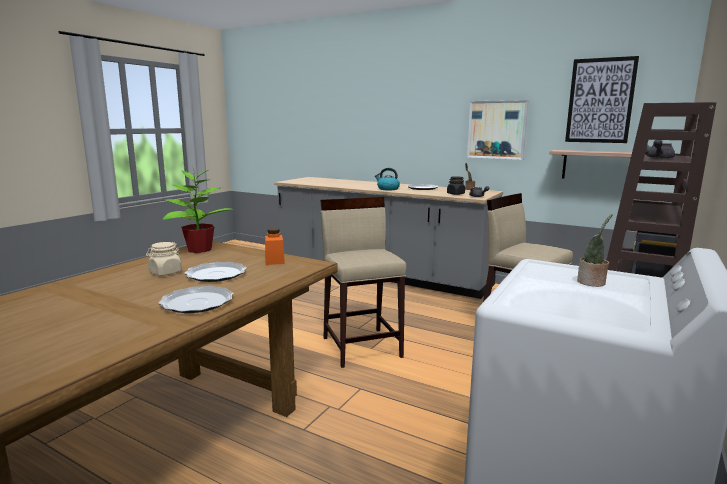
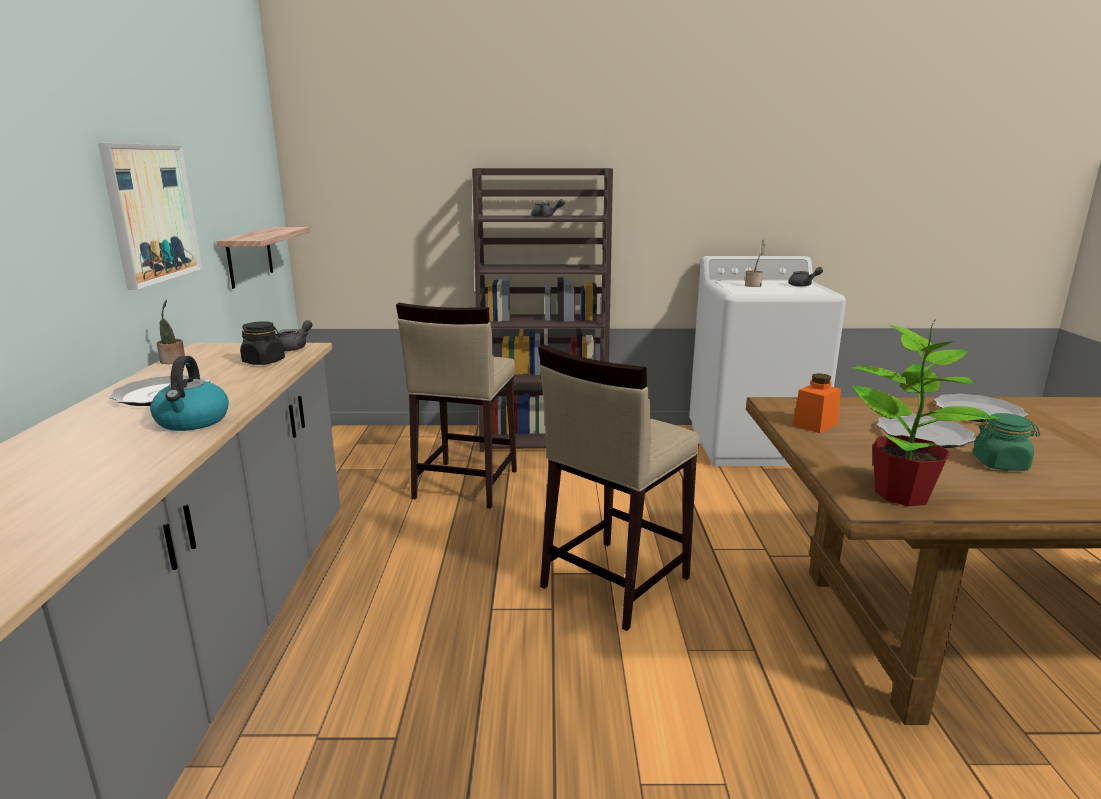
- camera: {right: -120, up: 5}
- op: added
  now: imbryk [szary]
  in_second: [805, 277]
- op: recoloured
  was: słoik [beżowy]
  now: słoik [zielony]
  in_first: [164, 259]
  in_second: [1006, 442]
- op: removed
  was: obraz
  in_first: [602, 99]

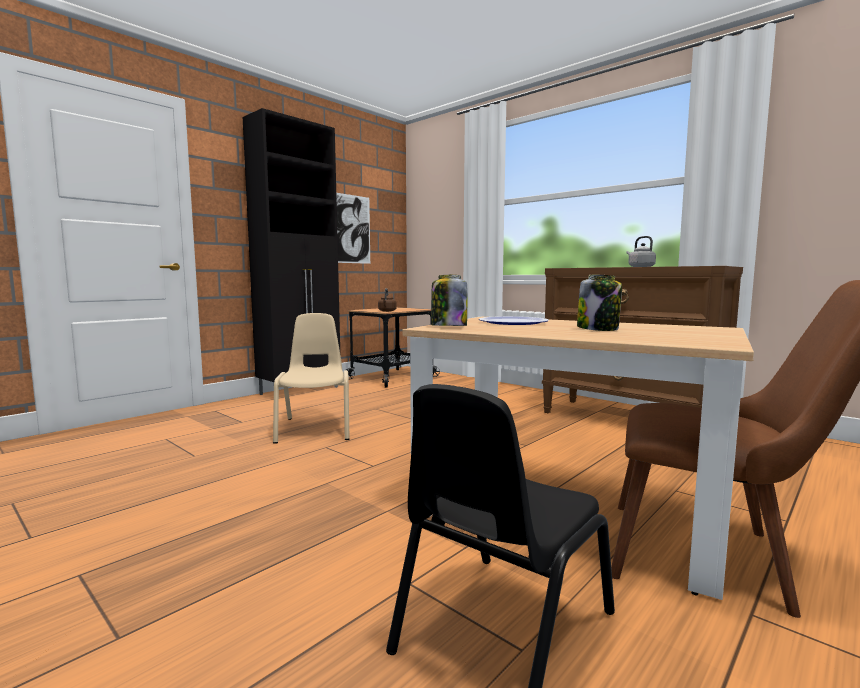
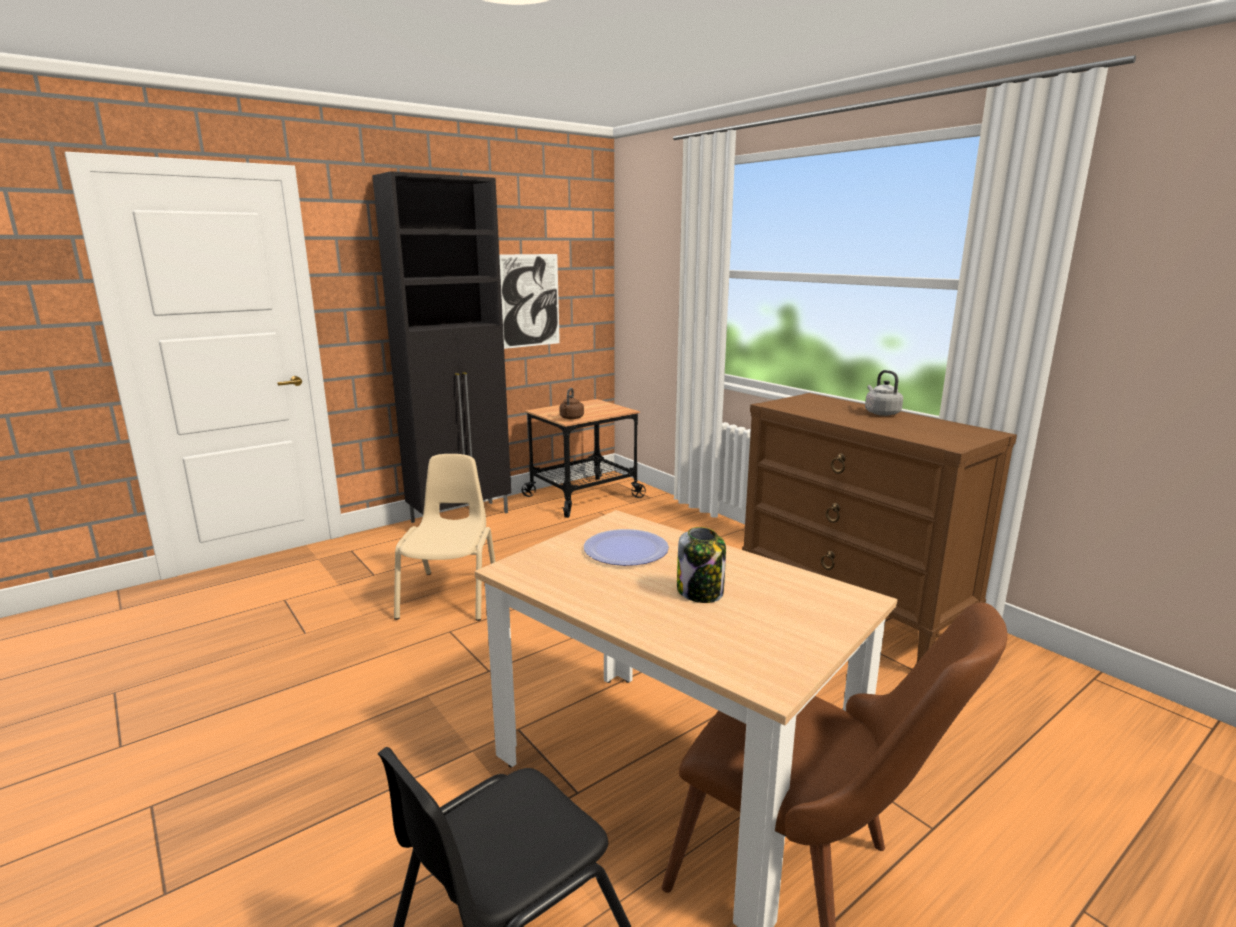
- camera: {right: 10, up: 10}
- op: removed
  was: słoik
  in_first: [449, 300]

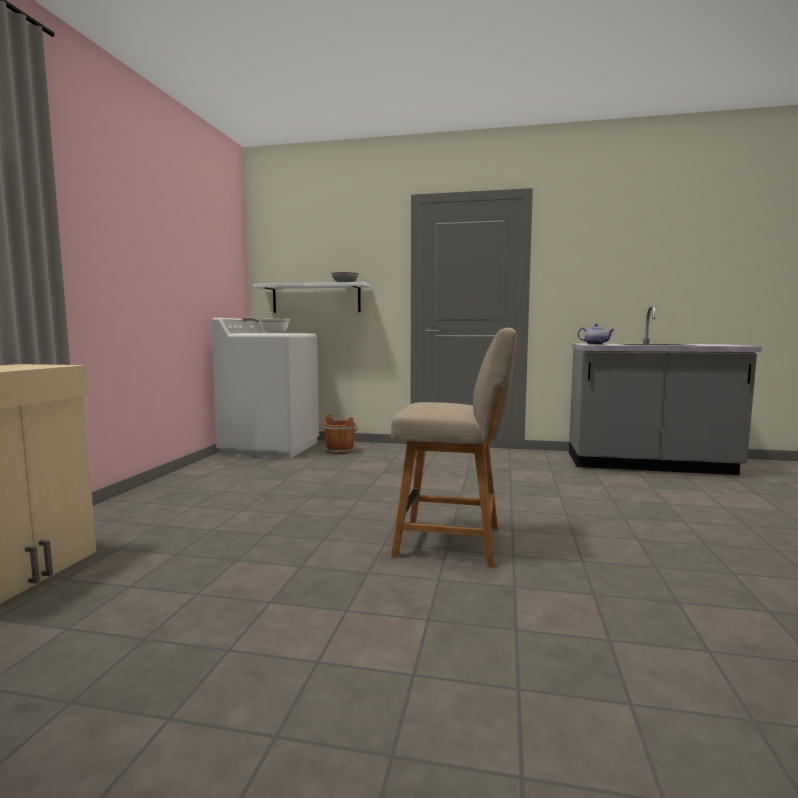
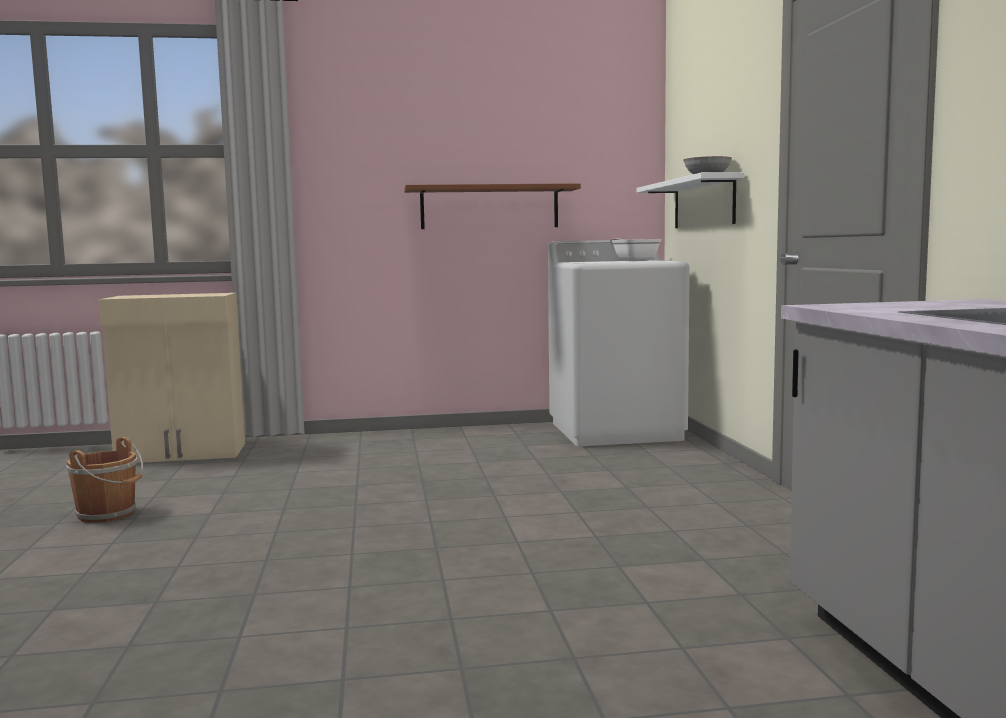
- camera: {right: 70, up: 0}
- op: moved
  was: wiadro [brązowy]
  in_first: [340, 434]
  in_second: [104, 480]
- op: added
  now: półka [brązowy]
  in_second: [492, 206]
- op: removed
  was: krzesło [beżowy]
  in_first: [454, 448]
- op: removed
  was: imbryk
  in_first: [596, 334]

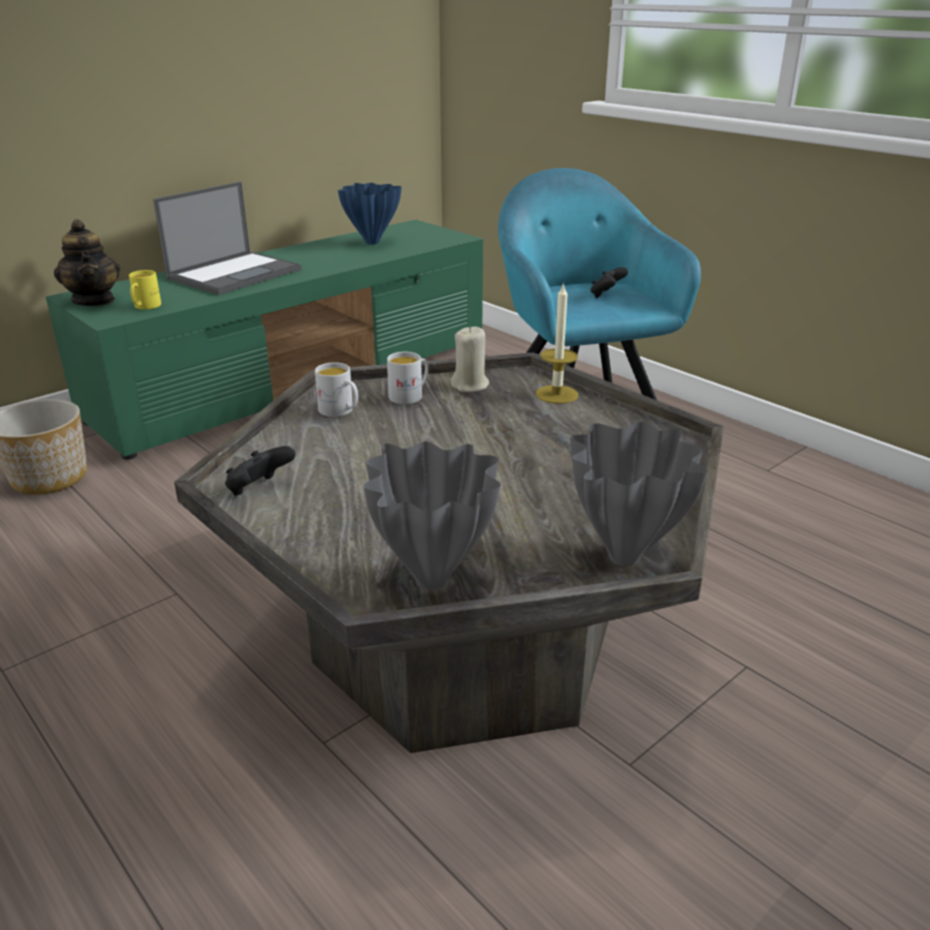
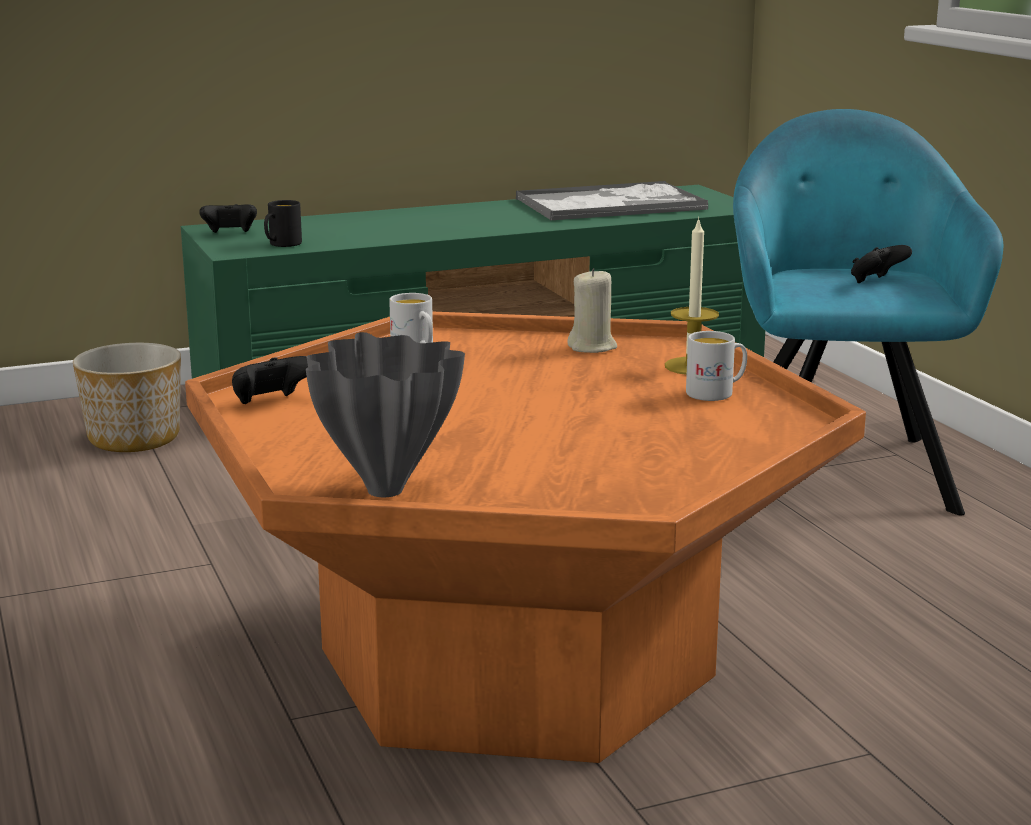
- camera: {right: 20, up: -10}
- op: recoloured
  was: ława [szary]
  now: ława [pomarańczowy]
  in_first: [449, 553]
  in_second: [525, 537]
- op: replaced
  was: imbryk
  now: pad do gier [czarny]
  in_first: [87, 262]
  in_second: [228, 218]
- op: recoloured
  was: kubek [żółty]
  now: kubek [czarny]
  in_first: [145, 290]
  in_second: [283, 223]
- op: replaced
  was: wazon [niebieski]
  now: taca
  in_first: [370, 214]
  in_second: [612, 201]
- op: moved
  was: kubek [biały]
  in_first: [408, 378]
  in_second: [716, 366]
- op: removed
  was: laptop
  in_first: [227, 238]
- op: removed
  was: wazon [szary]
  in_first: [639, 494]

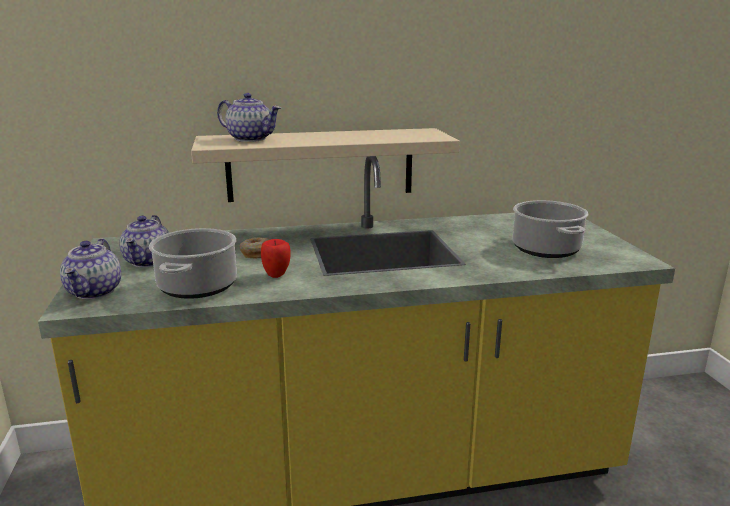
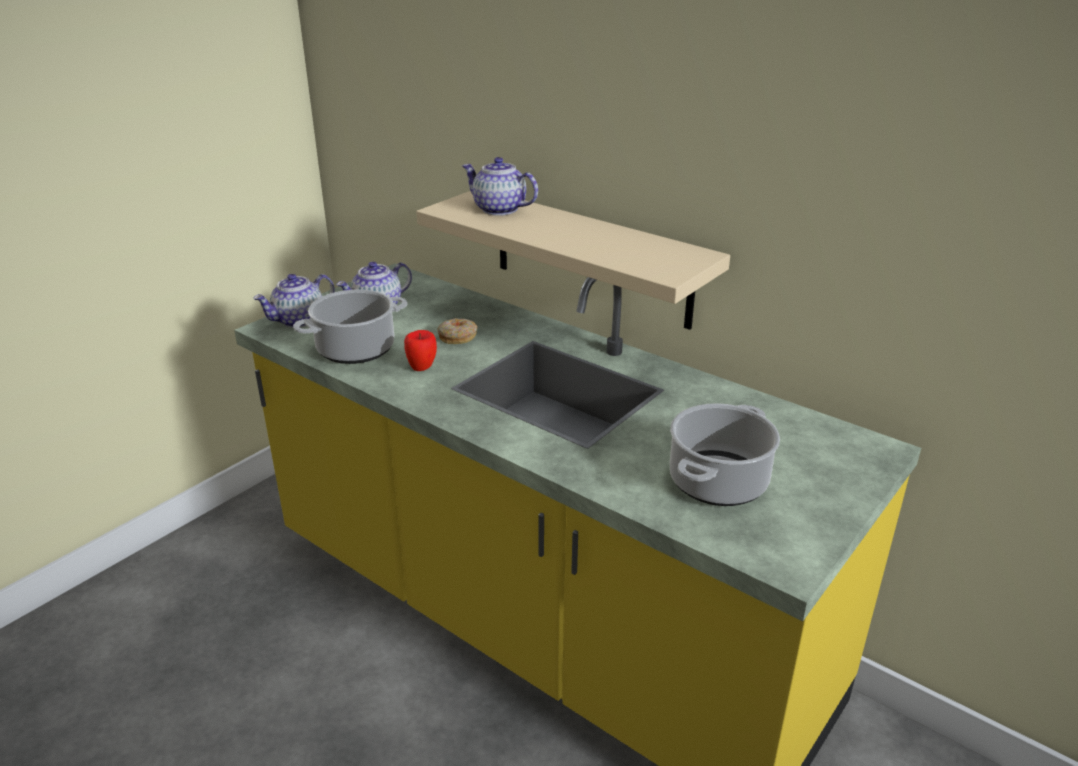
- camera: {right: 50, up: 10}
- op: turned
  was: imbryk
  in_first: [249, 117]
  in_second: [500, 186]
  clockwise: 135

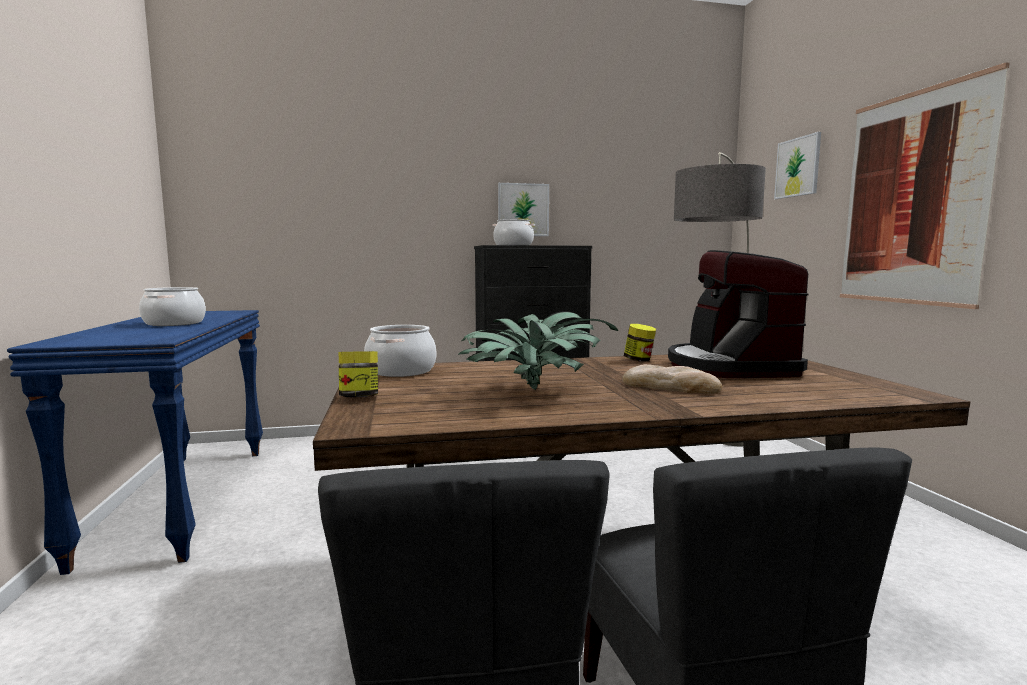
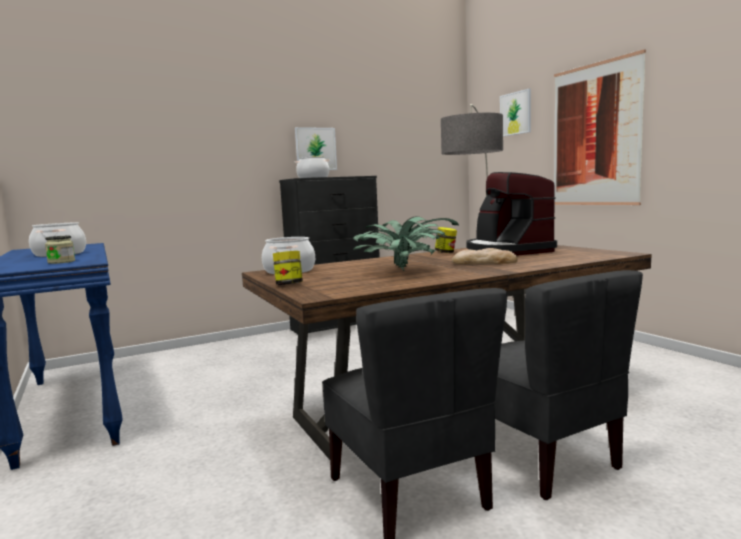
- camera: {right: -15, up: 0}
- op: added
  now: słoik
  in_second: [60, 250]

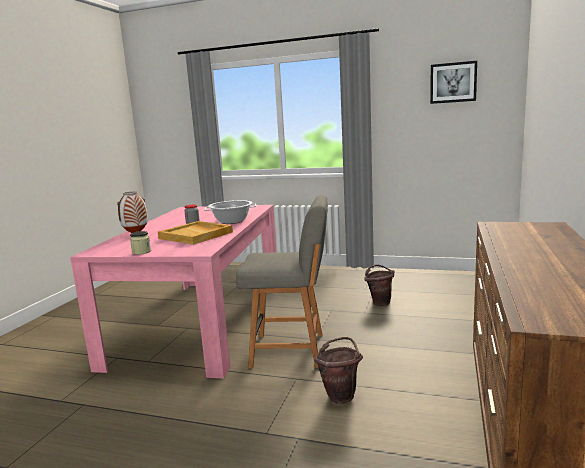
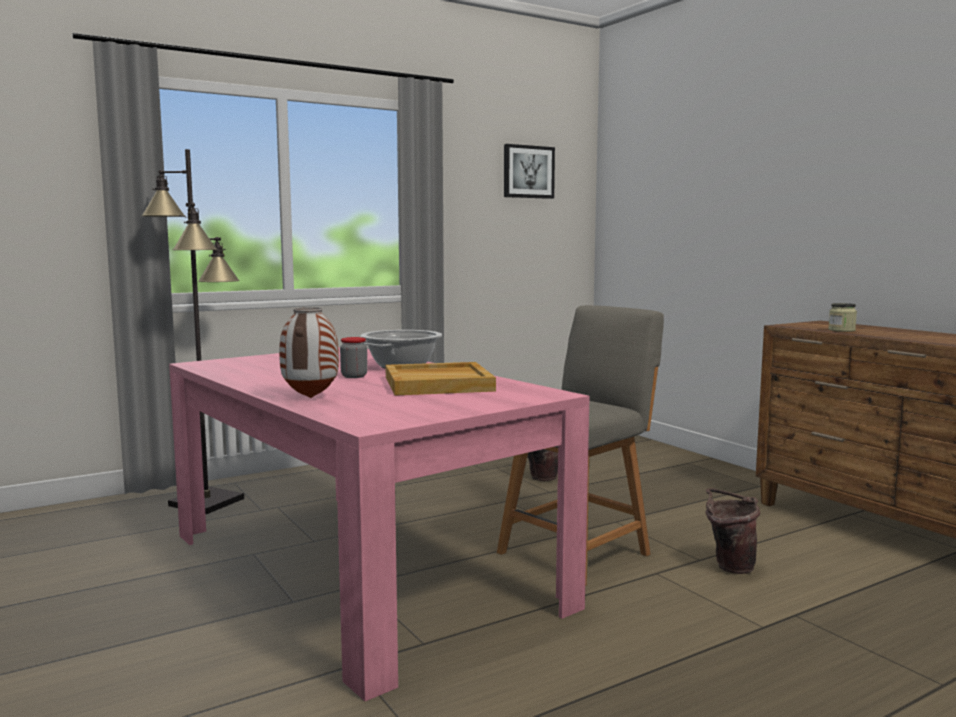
- camera: {right: -50, up: -5}
- op: added
  now: lampa stojąca [czarny]
  in_second: [192, 331]
- op: moved
  was: słoik
  in_first: [140, 243]
  in_second: [842, 317]

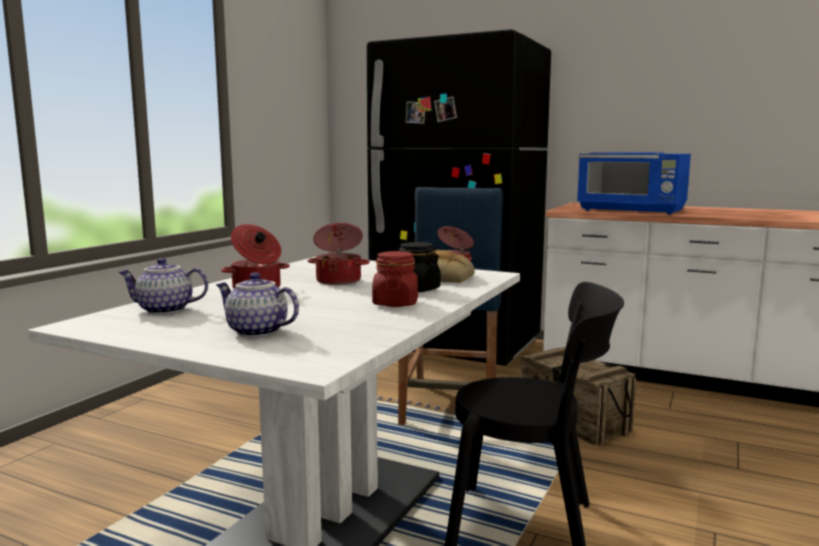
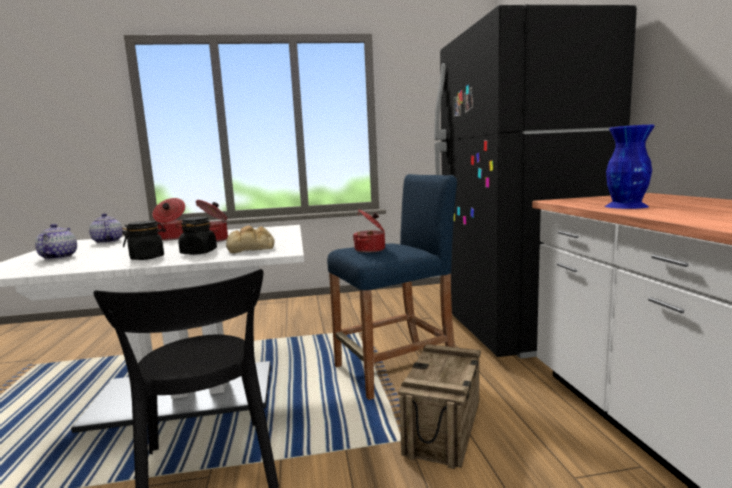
- camera: {right: 55, up: 0}
- op: recoloured
  was: słoik [czerwony]
  now: słoik [czarny]
  in_first: [395, 279]
  in_second: [144, 240]
- op: replaced
  was: mikrofalówka [niebieski]
  now: wazon [niebieski]
  in_first: [634, 183]
  in_second: [629, 167]

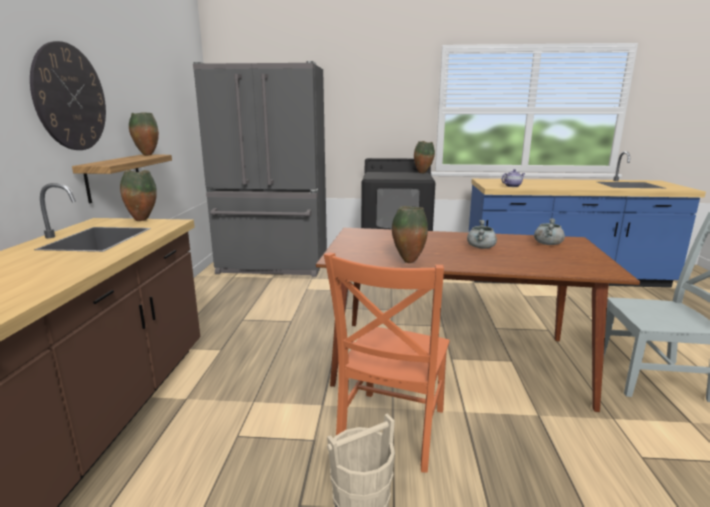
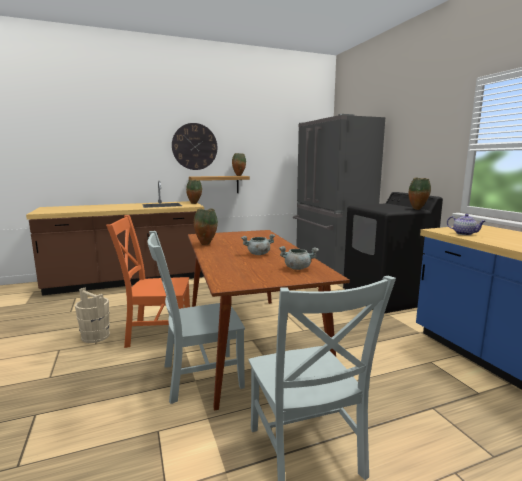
- camera: {right: 65, up: -5}
- op: added
  now: krzesło [szary]
  in_second: [196, 317]

